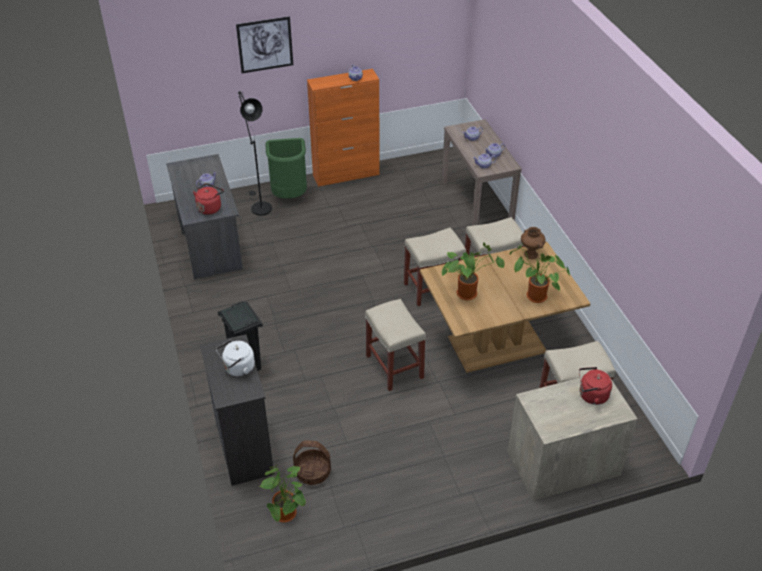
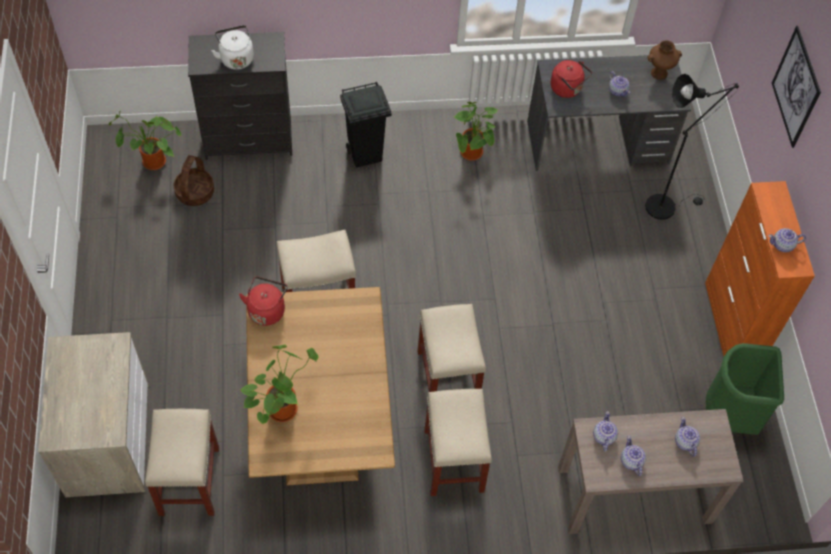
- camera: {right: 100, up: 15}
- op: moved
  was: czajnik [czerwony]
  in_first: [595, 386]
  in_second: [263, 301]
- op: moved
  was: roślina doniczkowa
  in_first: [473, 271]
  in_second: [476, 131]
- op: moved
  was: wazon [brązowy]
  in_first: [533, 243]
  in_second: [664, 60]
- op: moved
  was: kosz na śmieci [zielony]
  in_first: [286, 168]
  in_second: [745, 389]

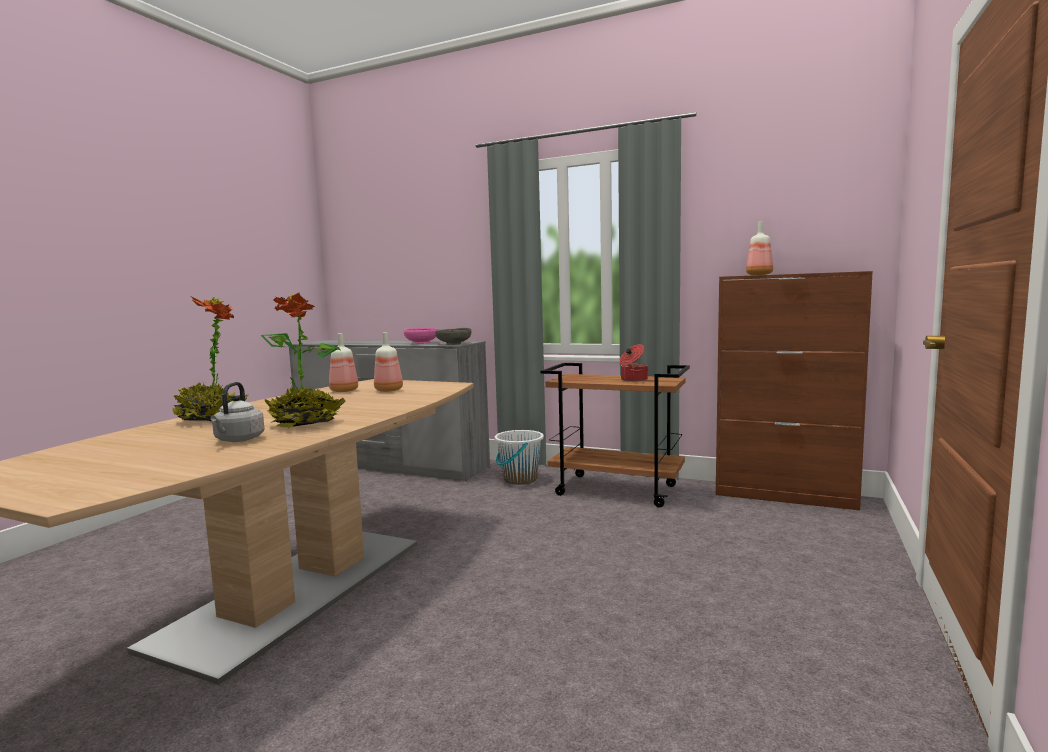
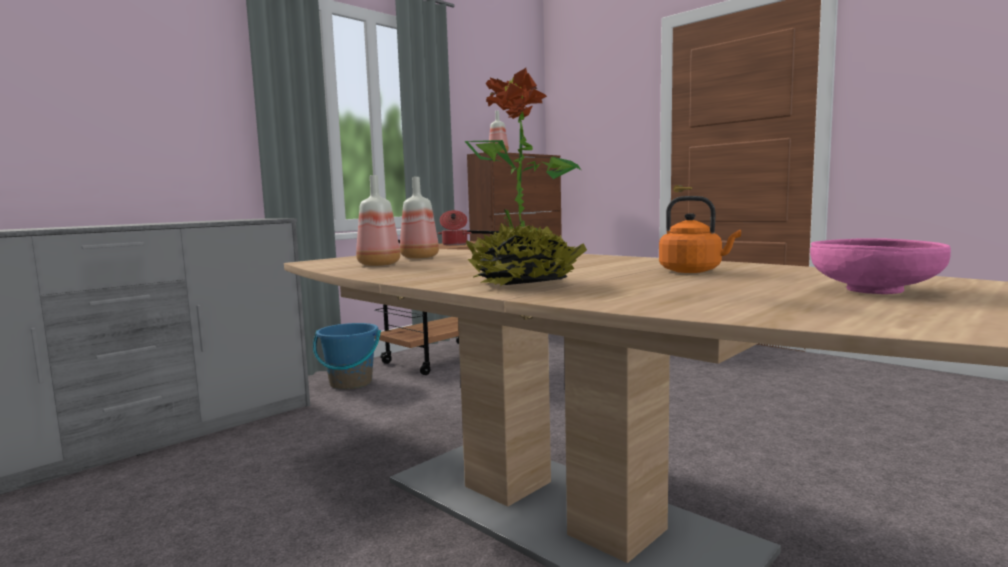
- camera: {right: -70, up: 0}
- op: recoloured
  was: wiadro [biały]
  now: wiadro [niebieski]
  in_first: [519, 457]
  in_second: [347, 356]
- op: recoloured
  was: czajnik [szary]
  now: czajnik [pomarańczowy]
  in_first: [237, 412]
  in_second: [700, 234]
- op: moved
  was: miska [różowy]
  in_first: [421, 336]
  in_second: [880, 266]
- op: removed
  was: roślina doniczkowa
  in_first: [303, 360]
- op: removed
  was: miska [szary]
  in_first: [453, 336]

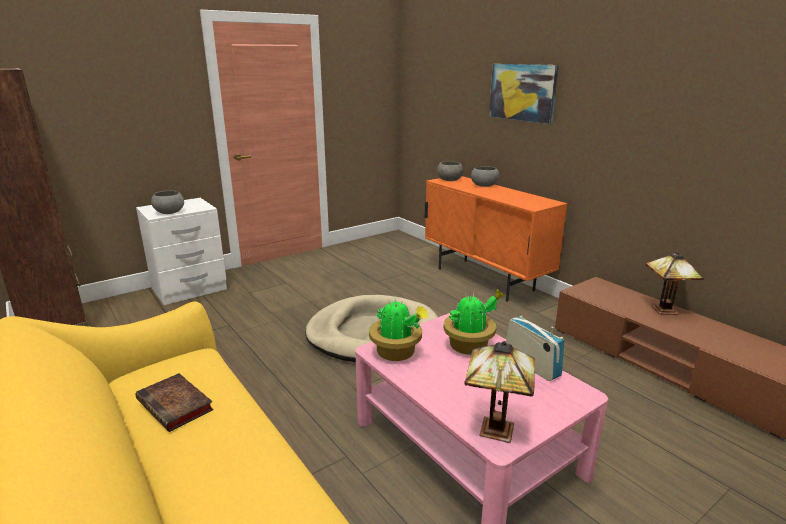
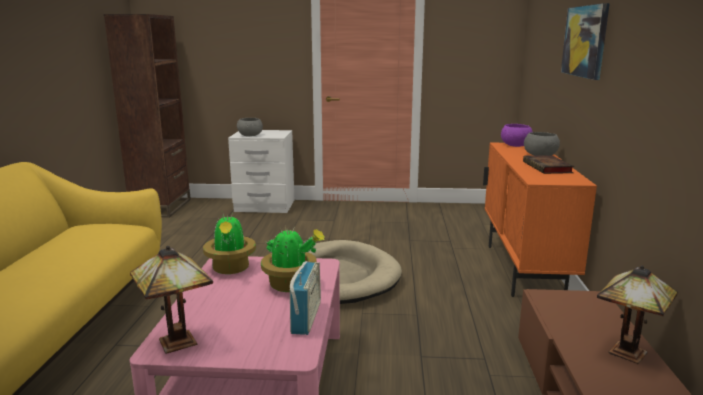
- camera: {right: 40, up: -5}
- op: recoloured
  was: miska [szary]
  now: miska [fioletowy]
  in_first: [450, 171]
  in_second: [517, 135]
- op: moved
  was: książka
  in_first: [174, 402]
  in_second: [548, 164]

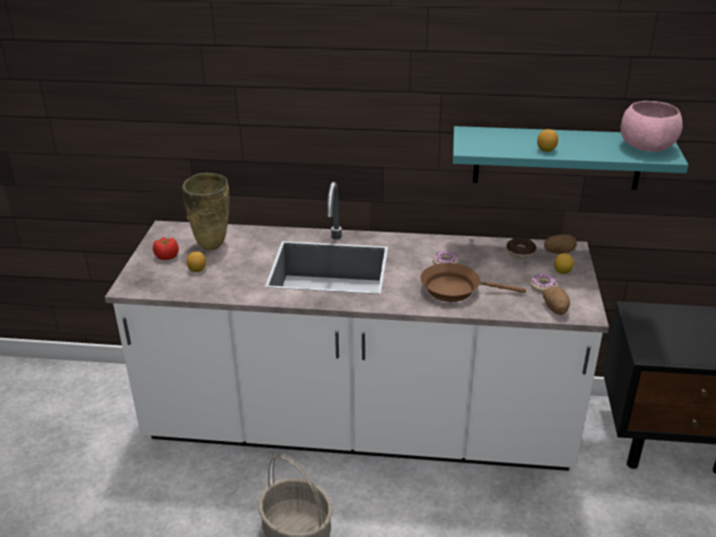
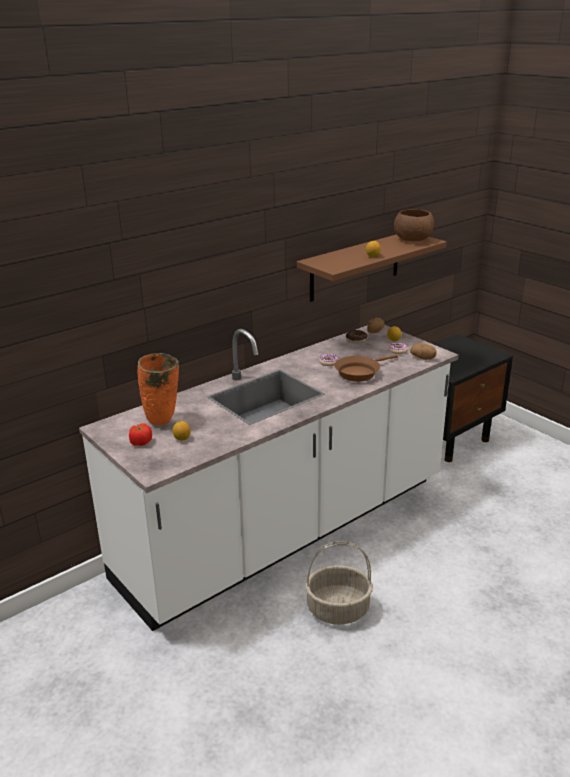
- camera: {right: -45, up: -5}
- op: recoloured
  was: wazon [beżowy]
  now: wazon [pomarańczowy]
  in_first: [206, 212]
  in_second: [158, 389]
- op: recoloured
  was: półka [turkusowy]
  now: półka [brązowy]
  in_first: [570, 158]
  in_second: [372, 268]
- op: recoloured
  was: miska [różowy]
  now: miska [brązowy]
  in_first: [652, 126]
  in_second: [414, 225]

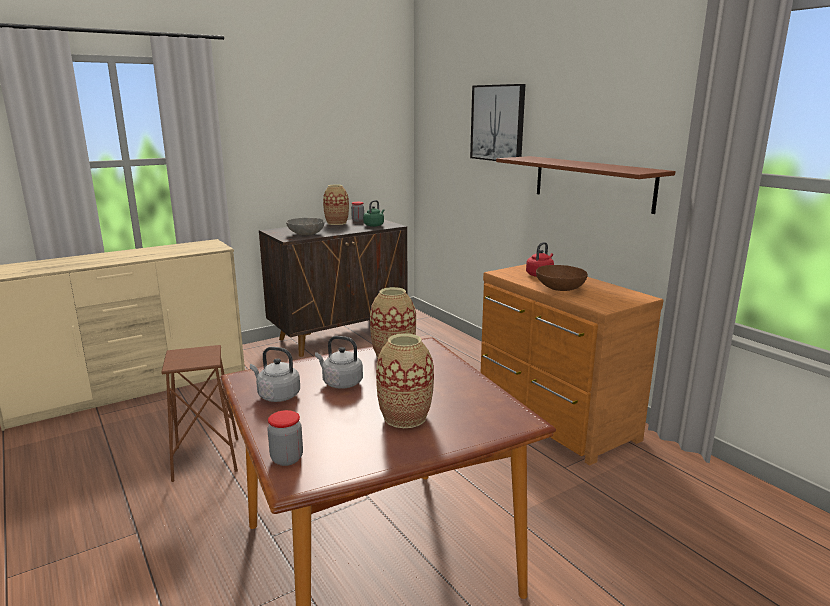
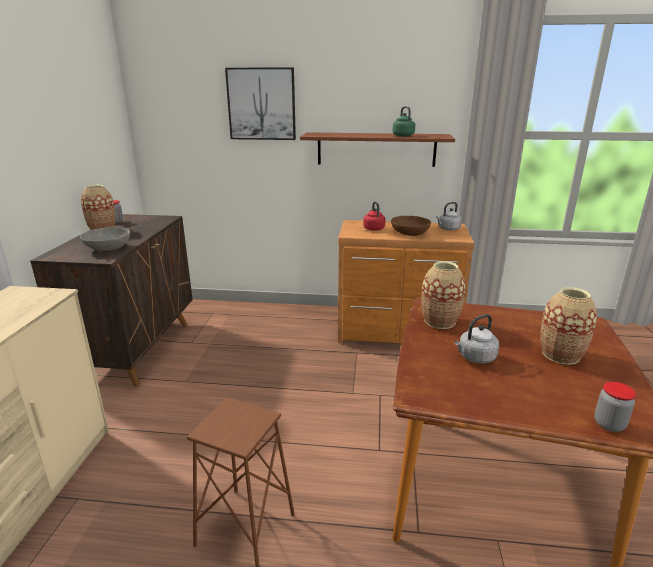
- camera: {right: -50, up: 5}
- op: moved
  was: czajnik [zielony]
  in_first: [373, 213]
  in_second: [403, 121]
- op: moved
  was: czajnik [szary]
  in_first: [275, 374]
  in_second: [449, 216]

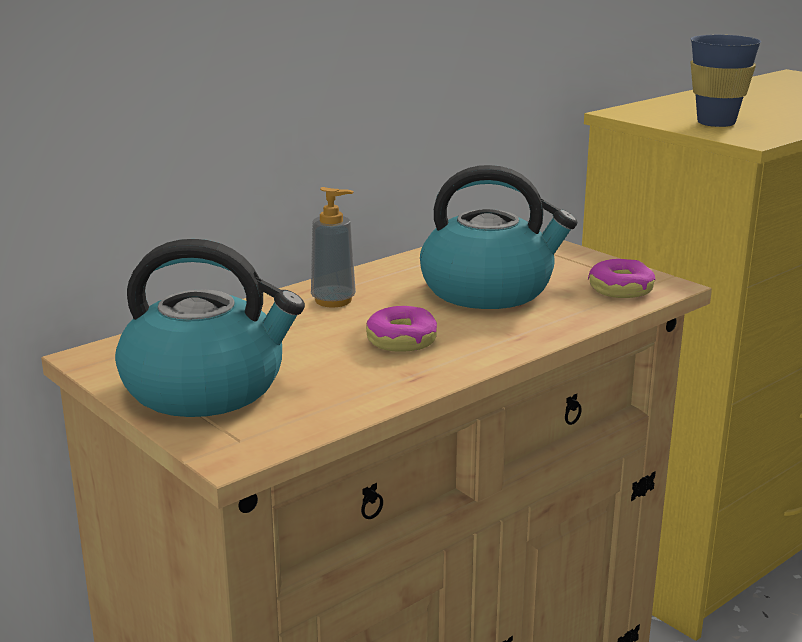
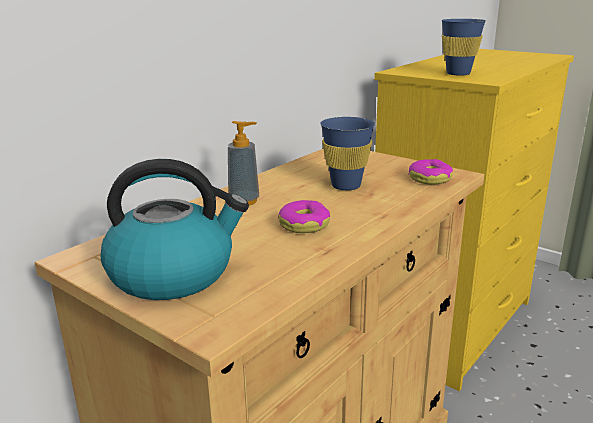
- camera: {right: -10, up: 0}
- op: replaced
  was: czajnik
  now: filiżanka [niebieski]
  in_first: [498, 237]
  in_second: [347, 153]

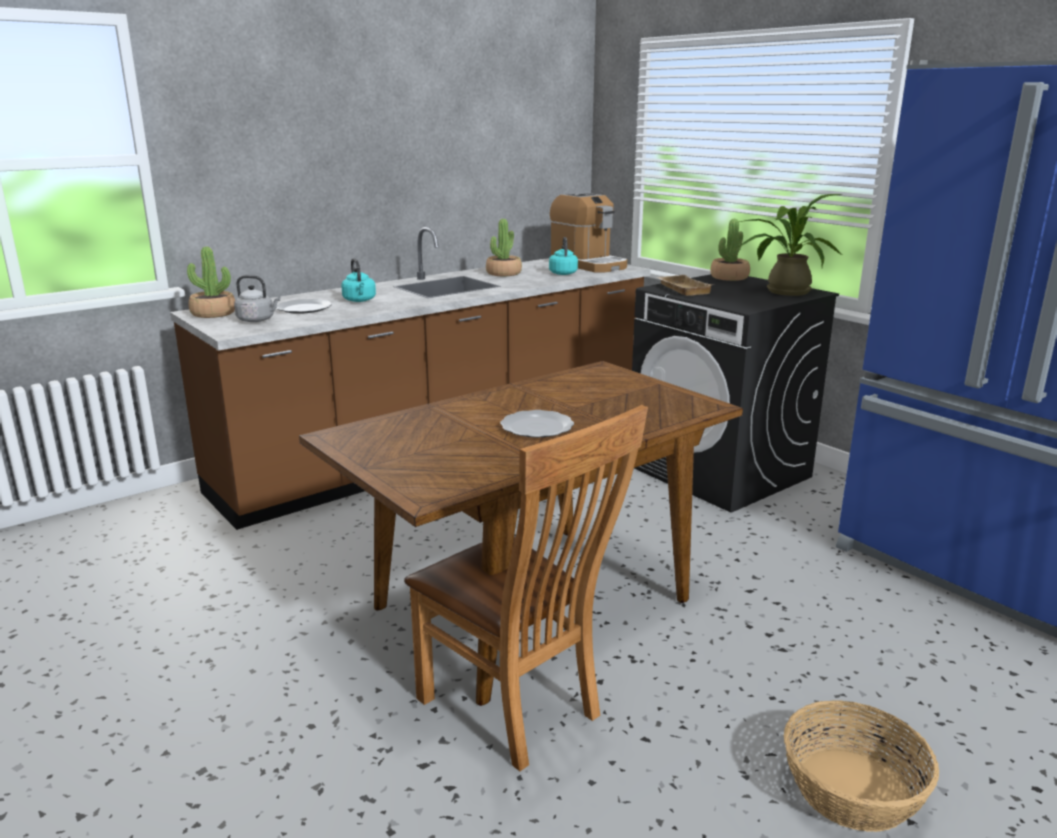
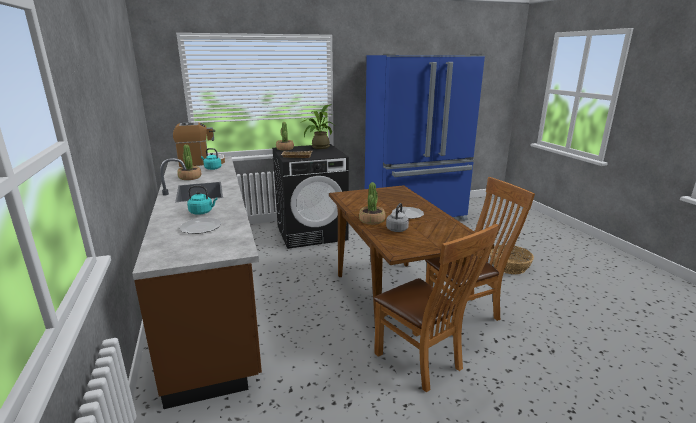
- camera: {right: -70, up: 0}
- op: moved
  was: roślina doniczkowa
  in_first: [211, 282]
  in_second: [372, 203]
- op: added
  now: krzesło [brązowy]
  in_second: [436, 308]
- op: moved
  was: czajnik [szary]
  in_first: [257, 298]
  in_second: [397, 217]

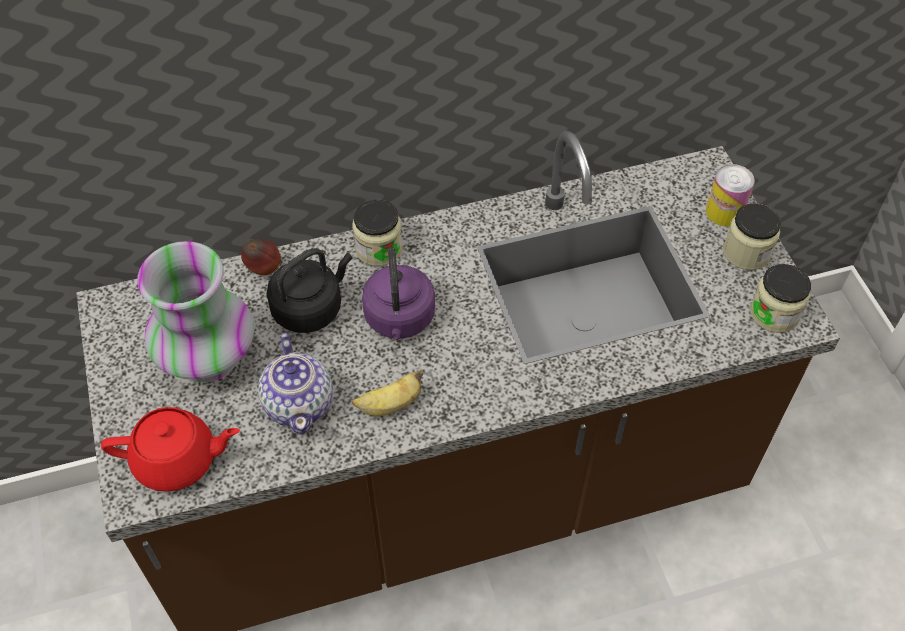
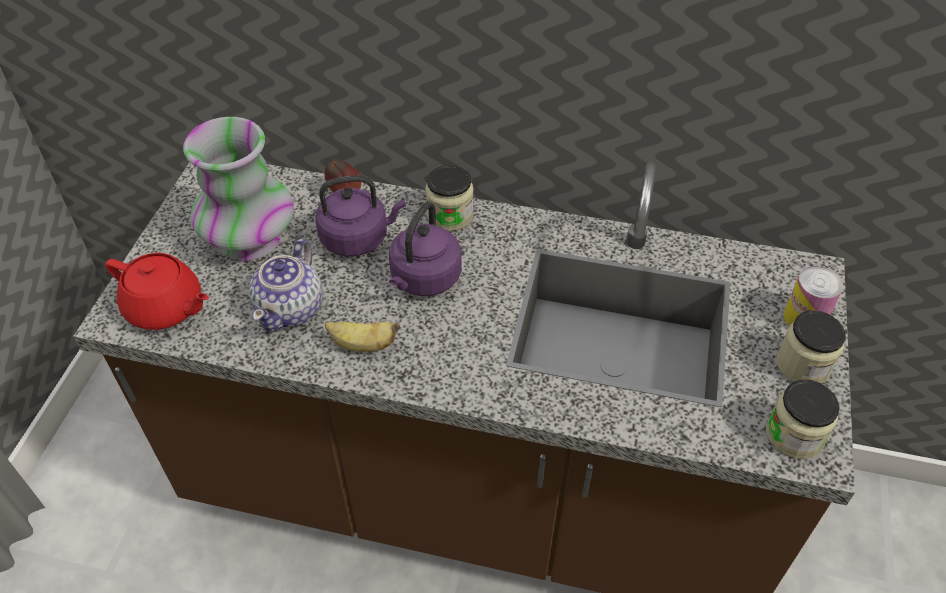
- camera: {right: 30, up: -5}
- op: recoloured
  was: czajnik [czarny]
  now: czajnik [fioletowy]
  in_first: [309, 290]
  in_second: [360, 216]

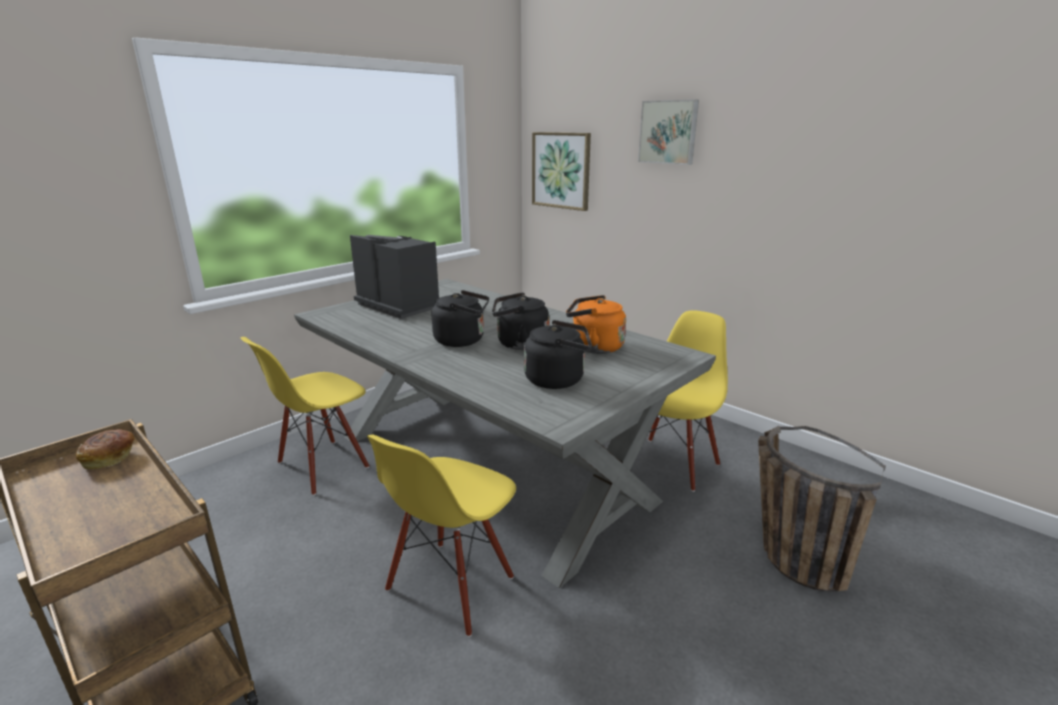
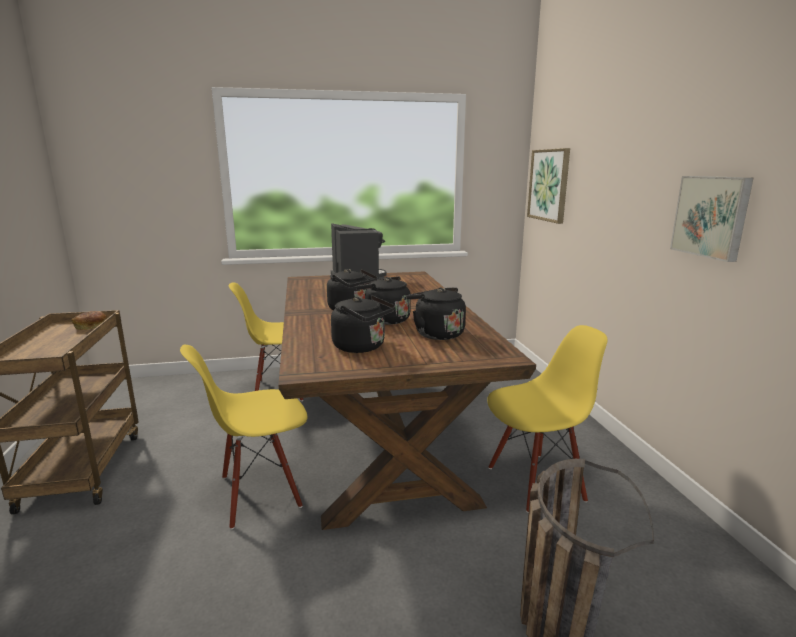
- camera: {right: 35, up: -5}
- op: recoloured
  was: stół jadalny [szary]
  now: stół jadalny [brązowy]
  in_first: [505, 433]
  in_second: [407, 400]
- op: recoloured
  was: czajnik [pomarańczowy]
  now: czajnik [czarny]
  in_first: [596, 324]
  in_second: [436, 313]
- op: moved
  was: obraz
  in_first: [668, 132]
  in_second: [711, 219]

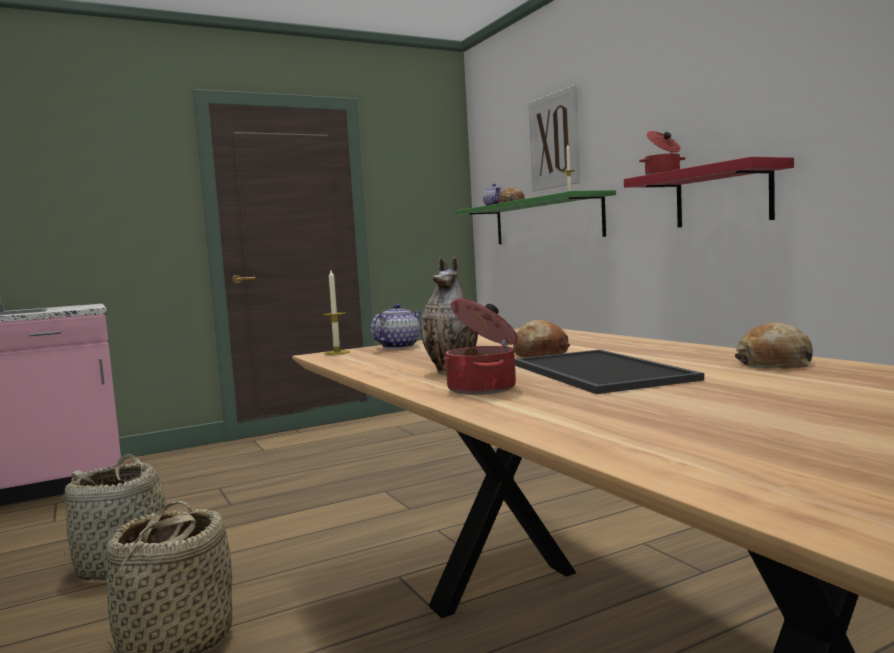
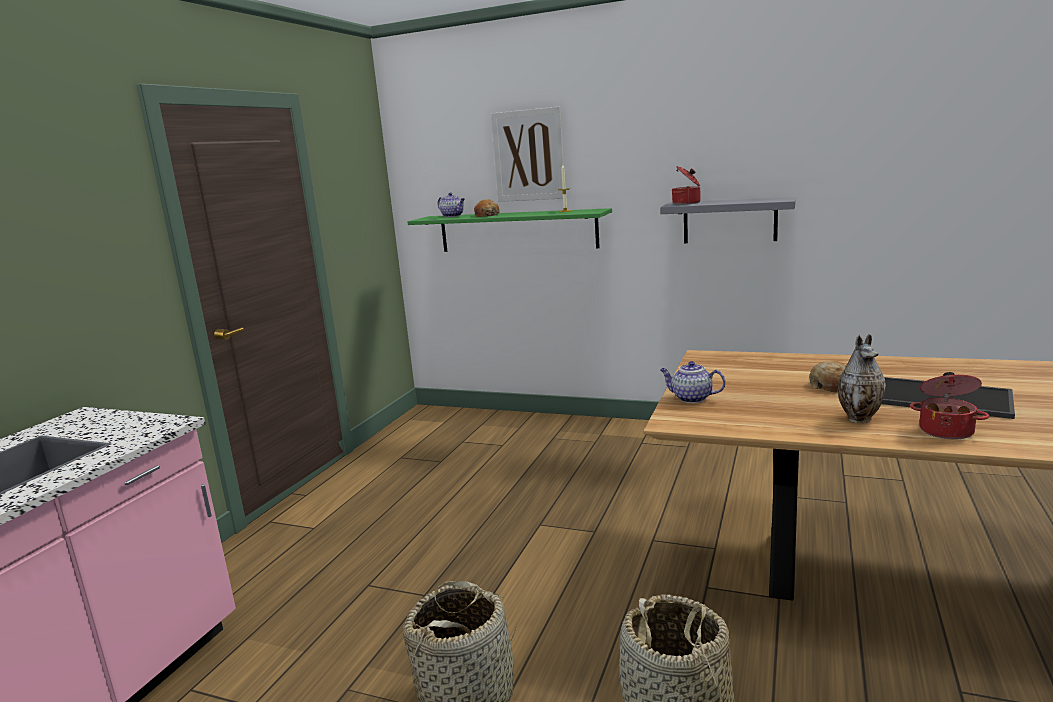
- camera: {right: -40, up: 10}
- op: recoloured
  was: półka [czerwony]
  now: półka [szary]
  in_first: [709, 192]
  in_second: [728, 220]
- op: turned
  was: imbryk
  in_first: [396, 326]
  in_second: [693, 382]
  clockwise: -60
- op: removed
  was: świeca
  in_first: [336, 312]
- op: removed
  was: chleb
  in_first: [774, 345]

